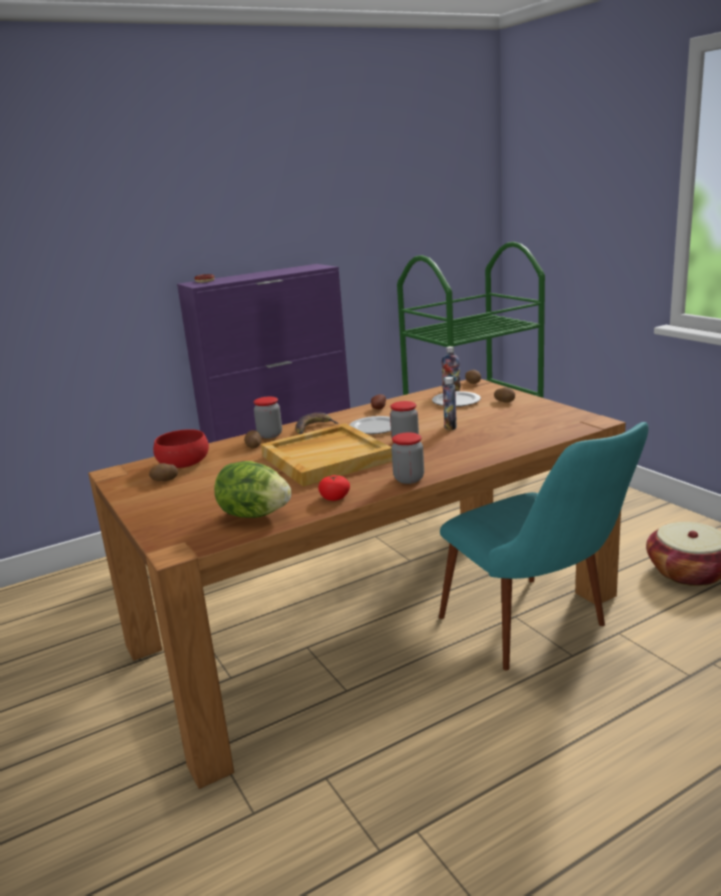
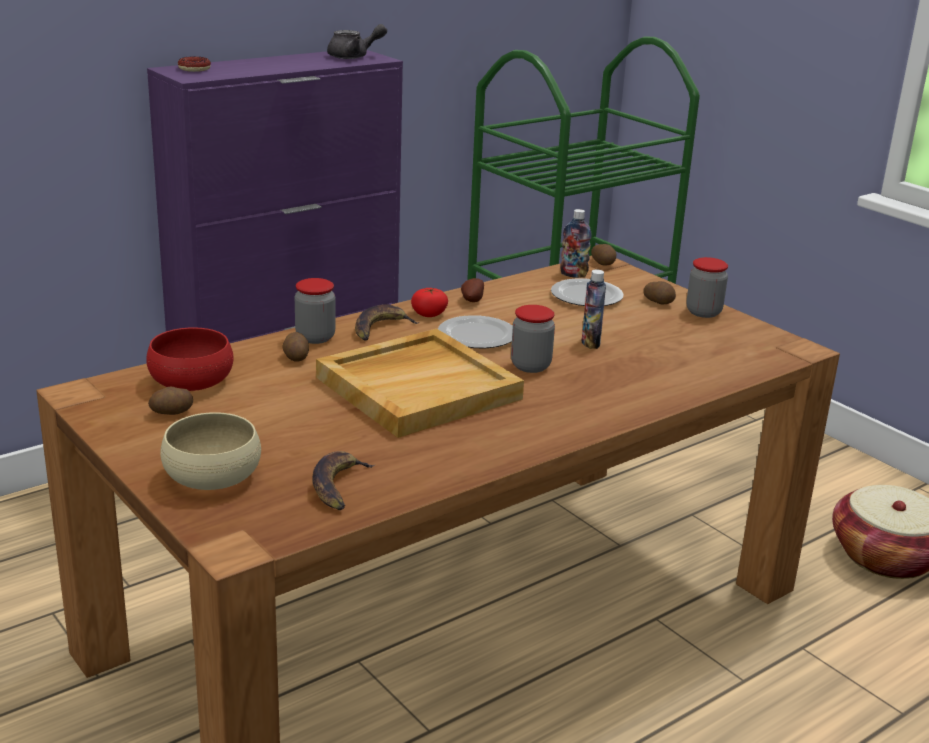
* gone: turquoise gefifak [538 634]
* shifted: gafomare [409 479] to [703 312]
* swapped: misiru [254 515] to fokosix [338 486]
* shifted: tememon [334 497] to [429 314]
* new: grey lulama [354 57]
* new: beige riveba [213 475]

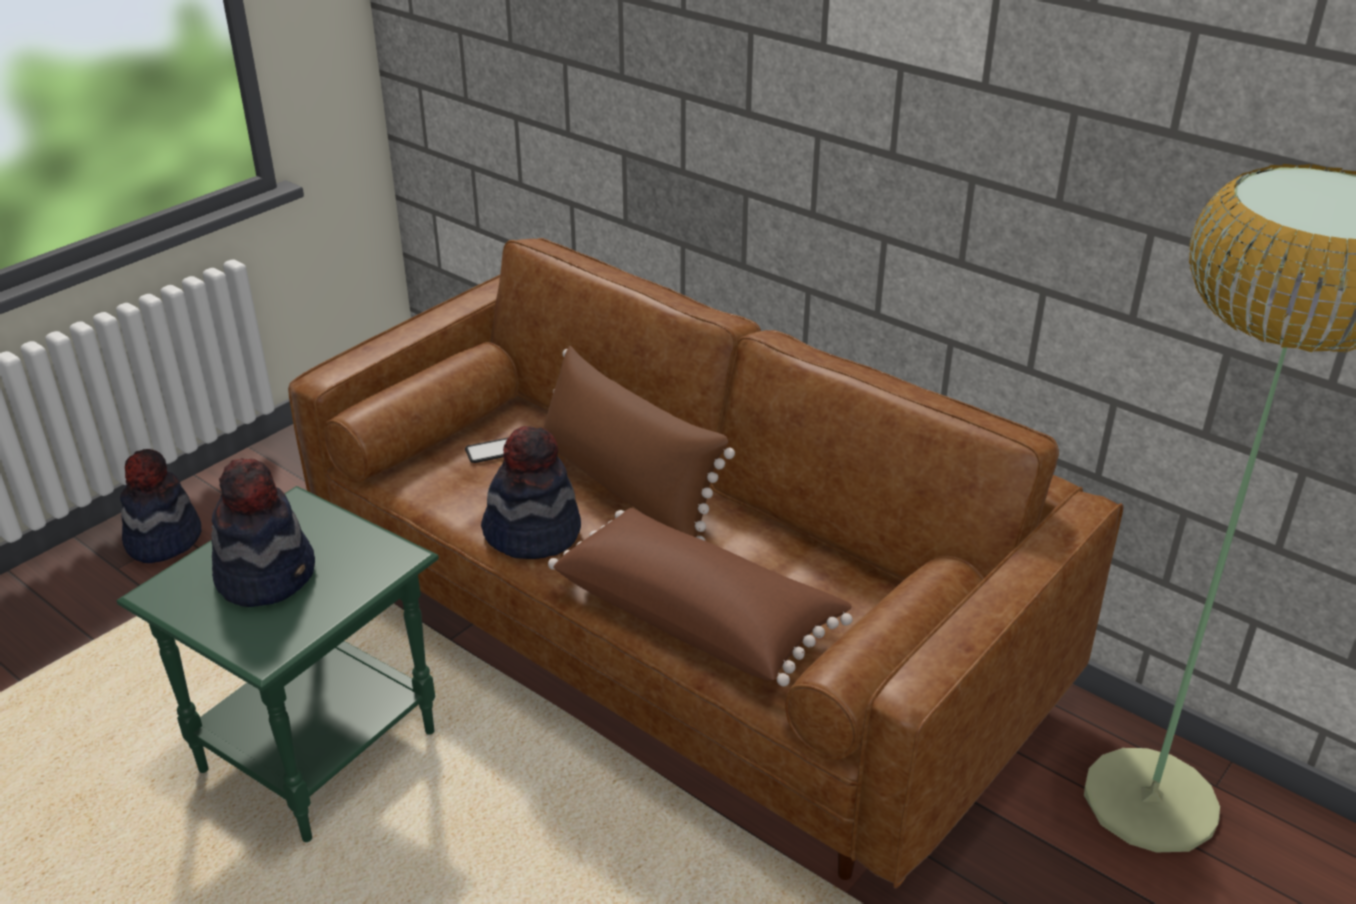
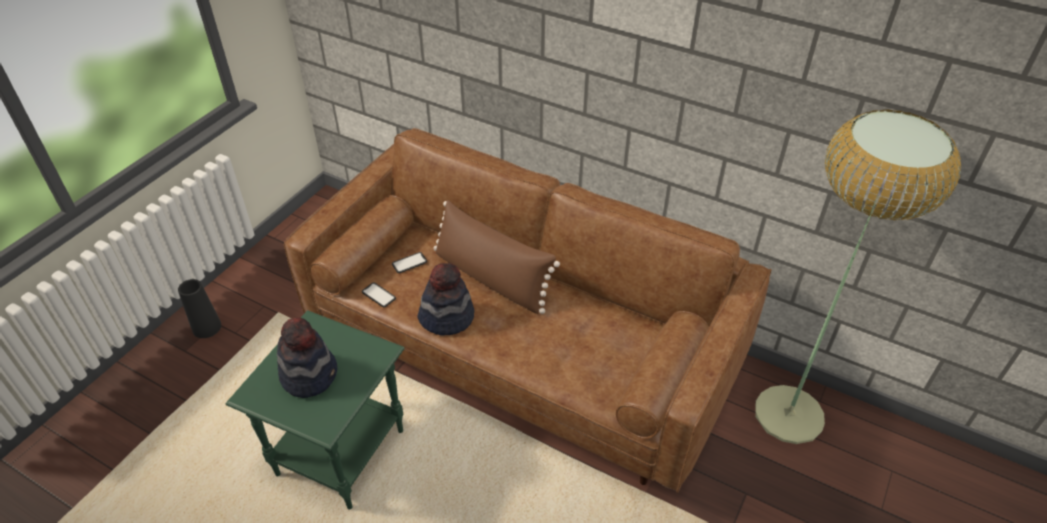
* swapped: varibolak [163 539] to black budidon [207 327]
* gone: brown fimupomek [698 616]
* new: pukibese [378 295]

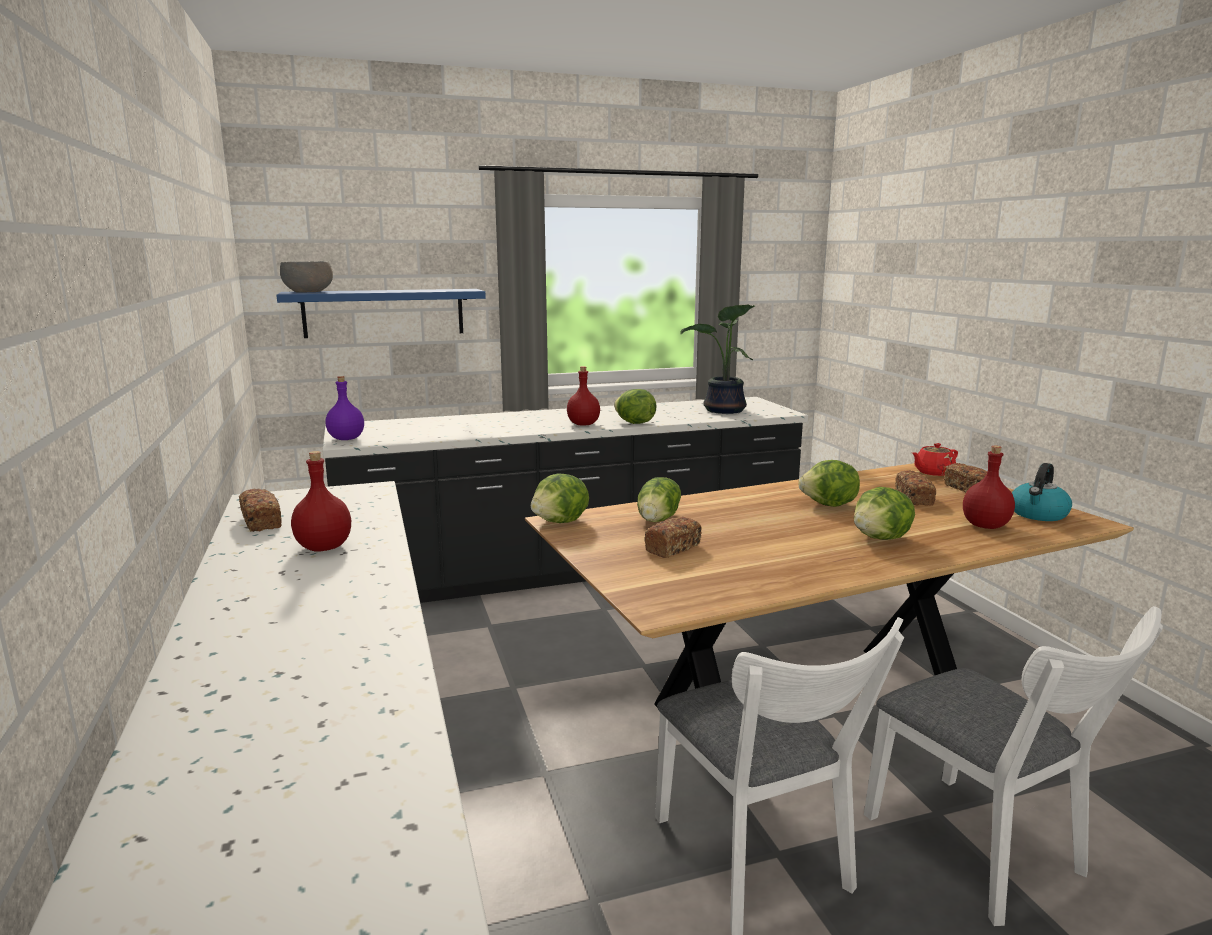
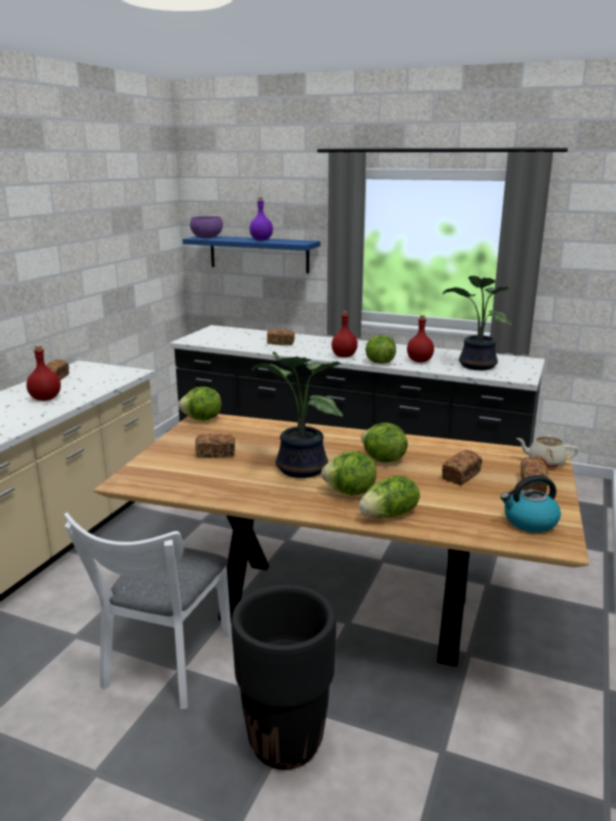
* repainted: grey riveba [308 292] to purple riveba [207 237]
* shifted: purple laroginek [347 439] to [261 240]
* repainted: red lulama [933 472] to beige lulama [545 462]
* shifted: red laroginek [986 525] to [420 361]
* shifted: misiru [658 519] to [390 515]
* swapped: white gefifak [984 854] to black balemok [285 742]
* new: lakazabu [281 343]
* new: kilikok [298 469]

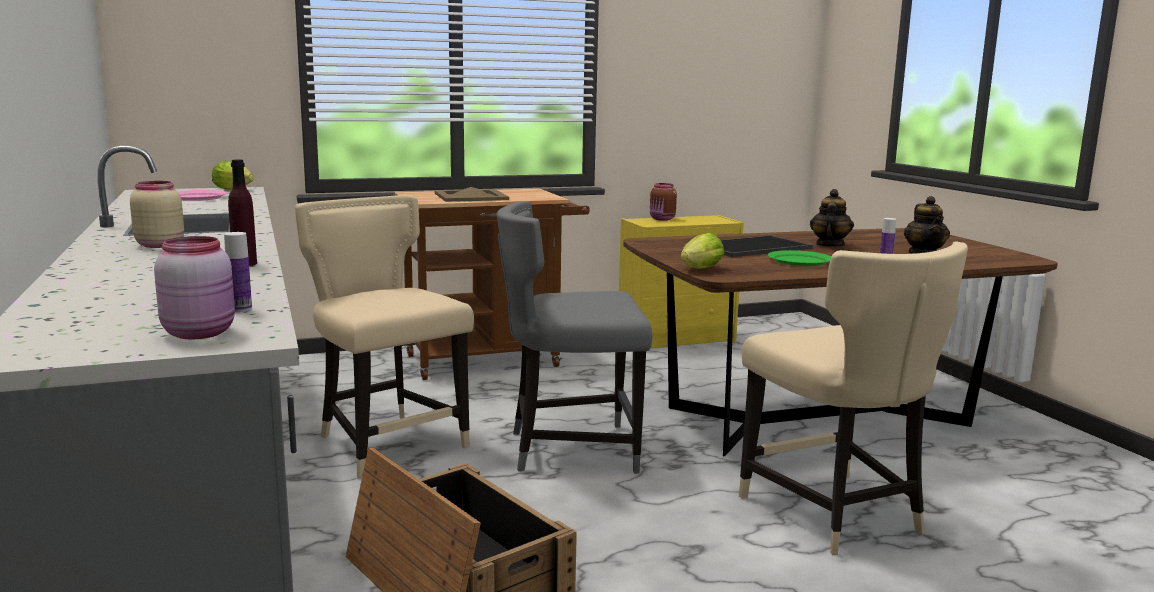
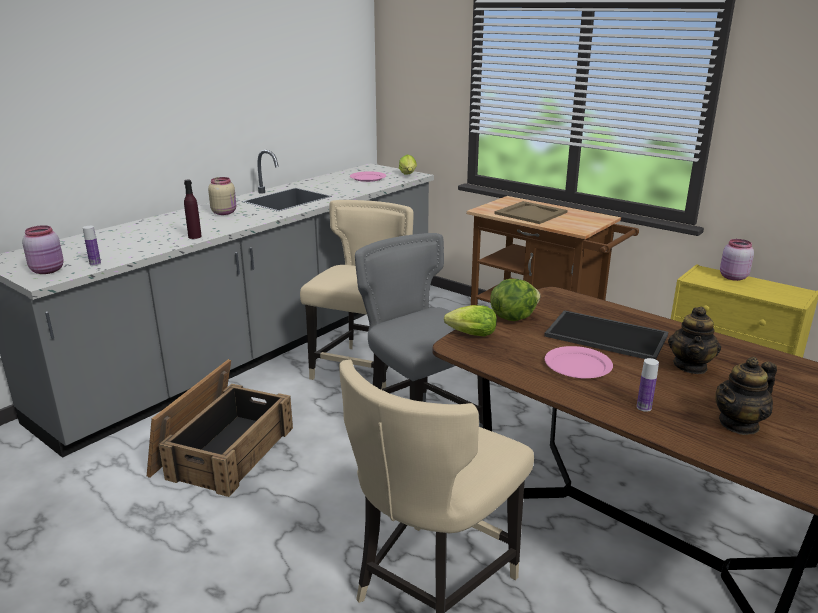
* repainted: brown gafomare [662 219] to pink gafomare [732 277]
* rotated: lulama [829 245] = [690 366] 120 degrees clockwise
* repainted: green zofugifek [800 261] to pink zofugifek [577 365]
* new: misiru [513 317]

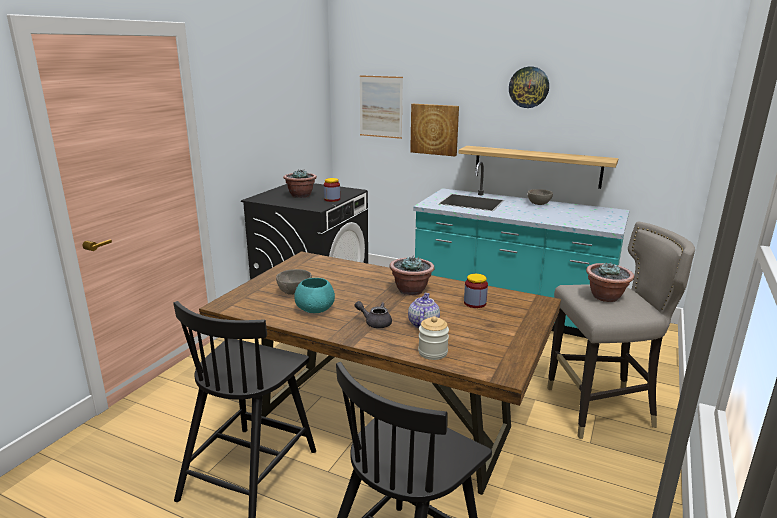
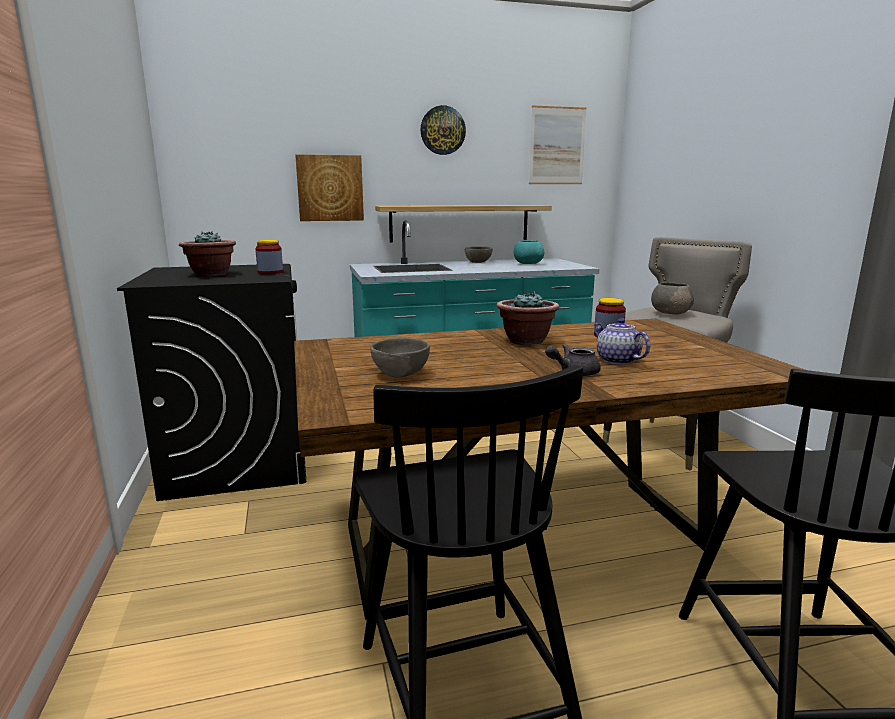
* shifted: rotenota [381 107] to [557 146]
* swapped: kilikok [606 297] to grey riveba [670 313]
* shifted: turquoise riveba [315 309] to [528 263]
* gone: gafomare [432 352]

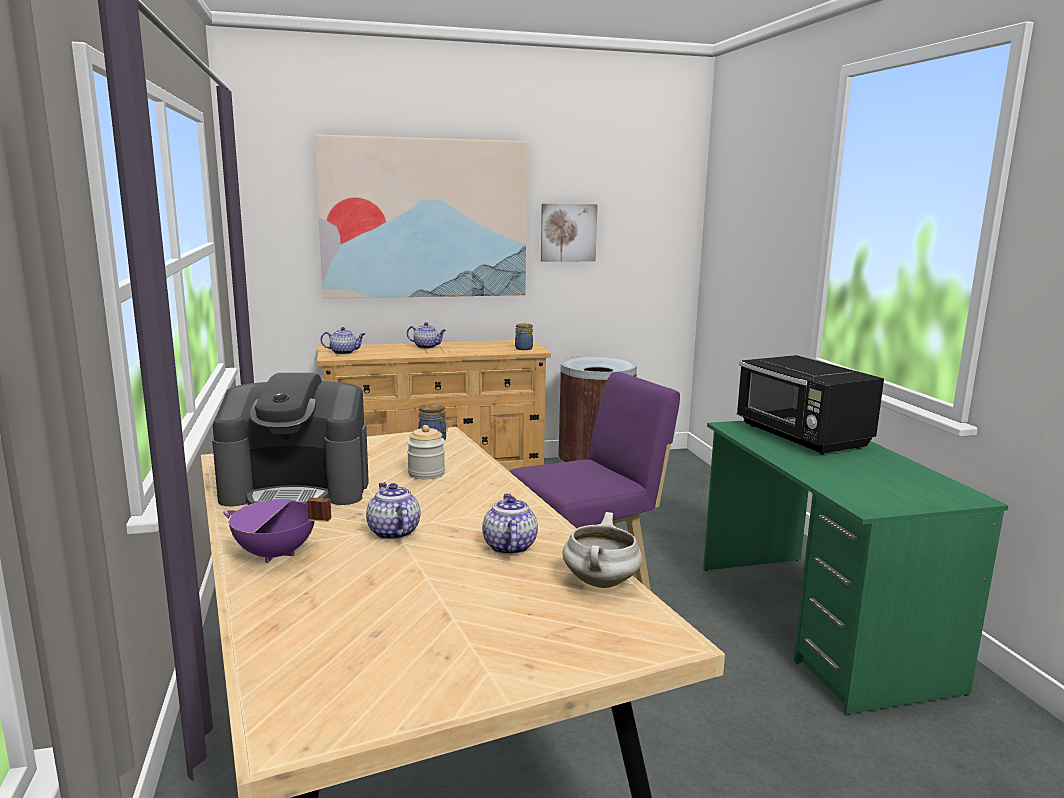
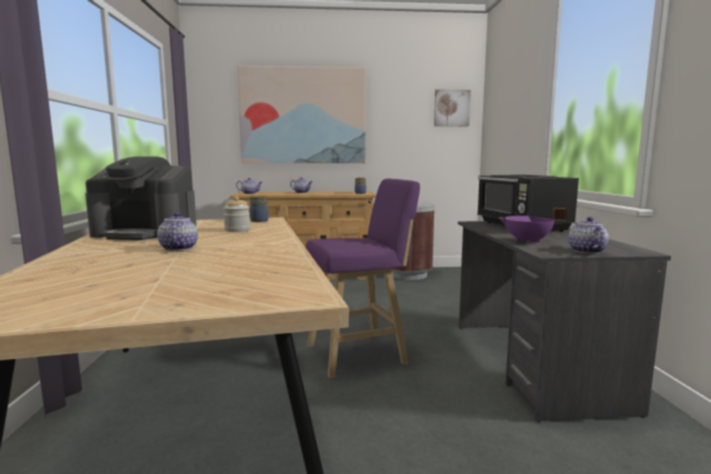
* shifted: rotenota [568 232] to [451 108]
* repainted: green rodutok [817 624] to grey rodutok [532 363]
* shifted: lulama [509 546] to [585 251]
* shifted: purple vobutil [275 555] to [528 242]
* gone: white vobutil [601 583]

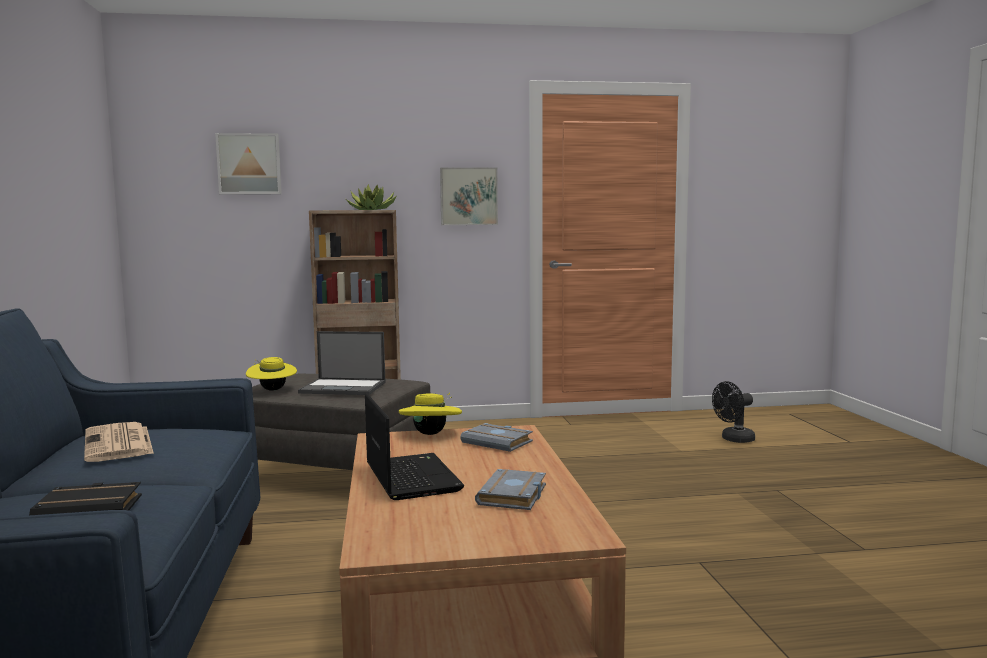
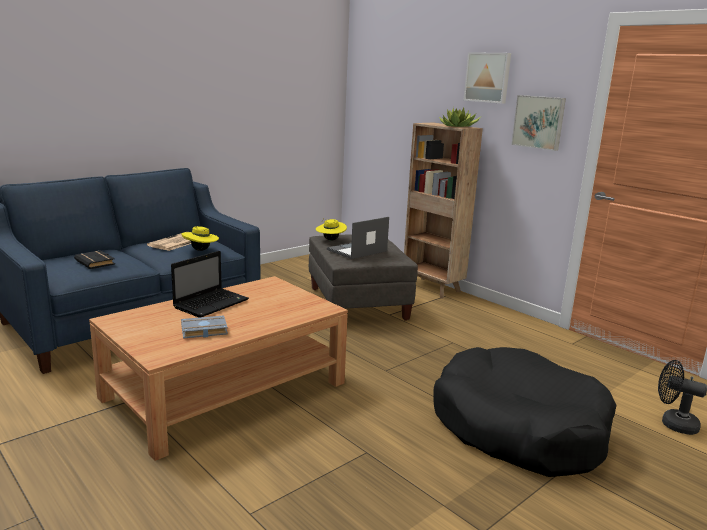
* shifted: rotenota [249 164] to [488 77]
* rotated: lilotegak [344 388] = [356 250] 75 degrees clockwise
* shifted: yellow varibolak [431 434] to [201 250]
* gone: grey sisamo [499 442]
* new: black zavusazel [517 427]

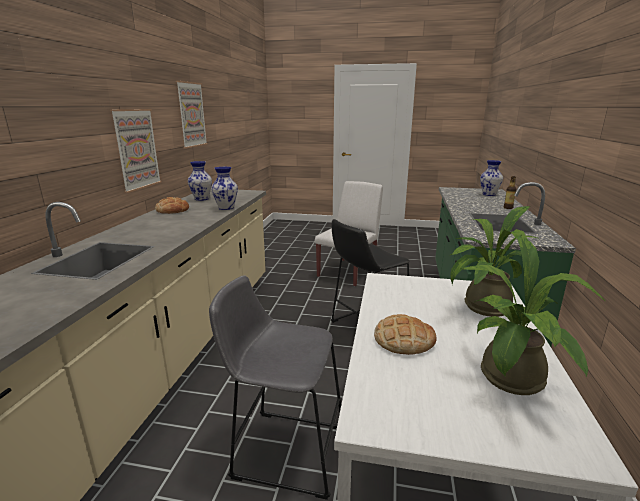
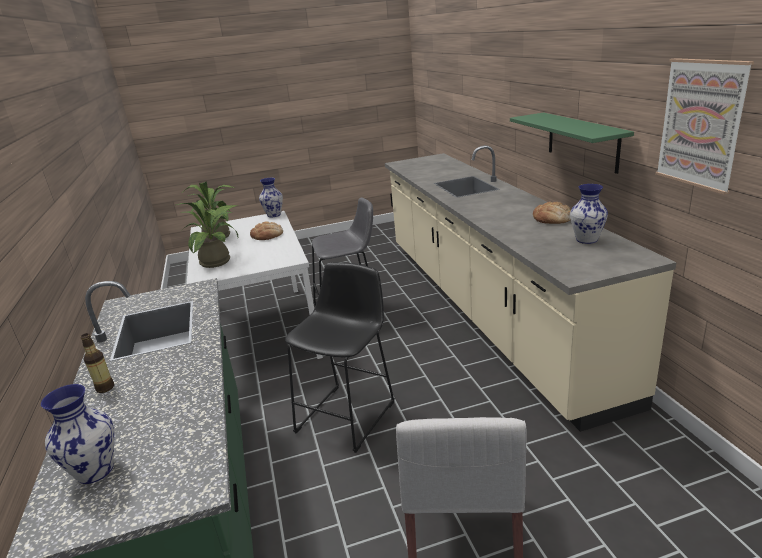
* swapped: rotenota [136 149] to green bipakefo [582 141]
* shifted: budidon [226 208] to [274 215]

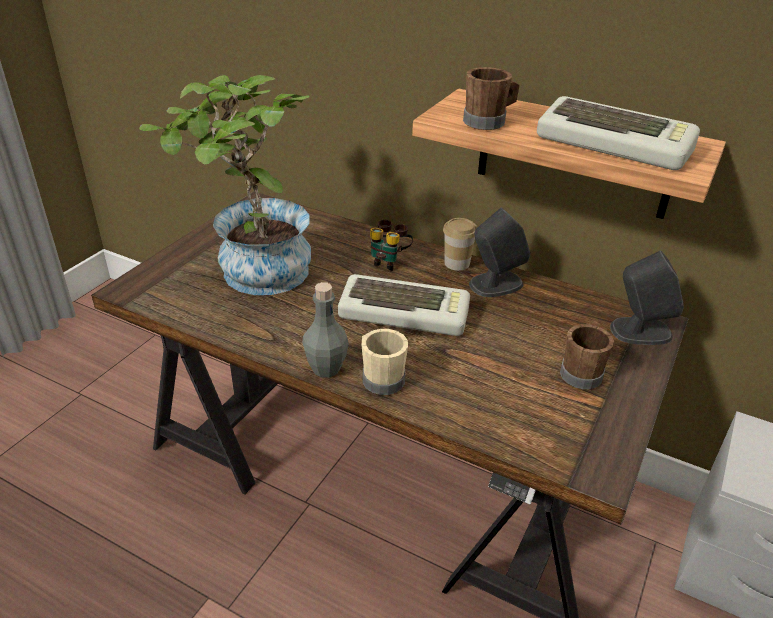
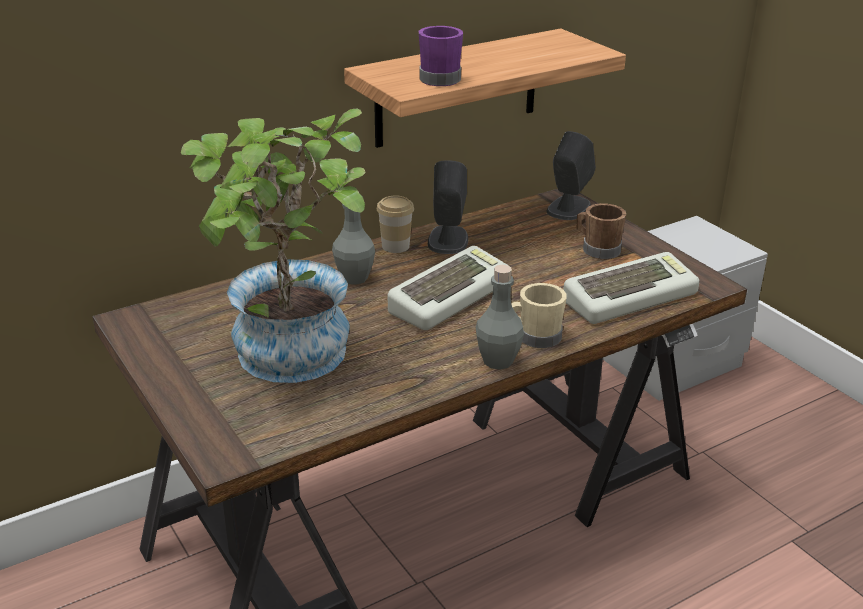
* repainted: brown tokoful [488 122] to purple tokoful [440 78]
* shifted: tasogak [615 144] to [629 296]
* swapped: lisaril [389 262] to grey laroginek [354 278]

